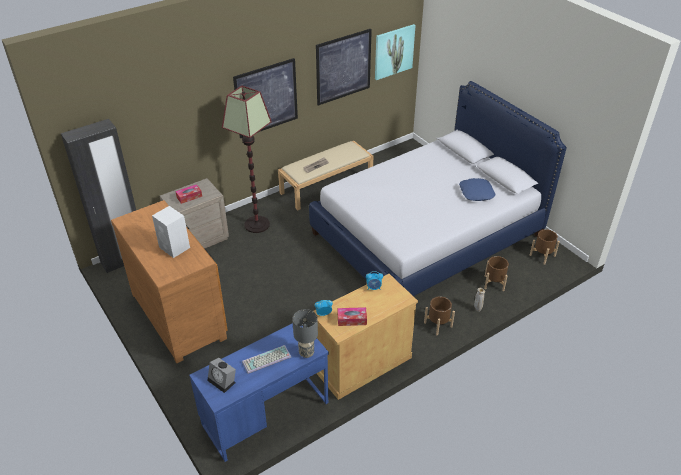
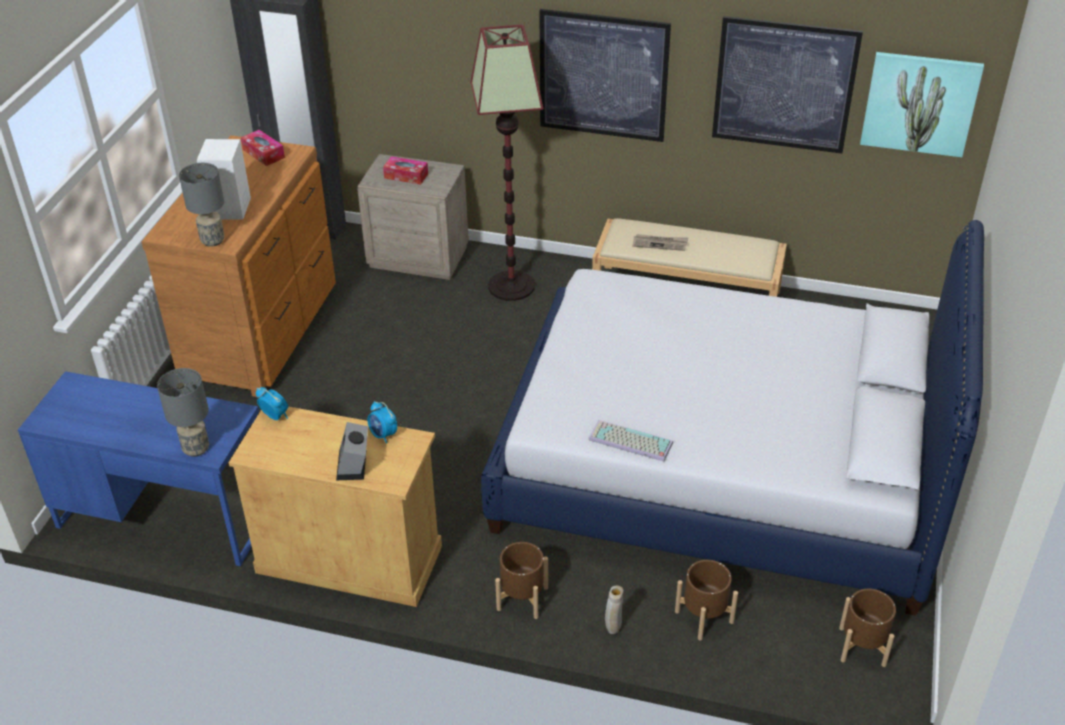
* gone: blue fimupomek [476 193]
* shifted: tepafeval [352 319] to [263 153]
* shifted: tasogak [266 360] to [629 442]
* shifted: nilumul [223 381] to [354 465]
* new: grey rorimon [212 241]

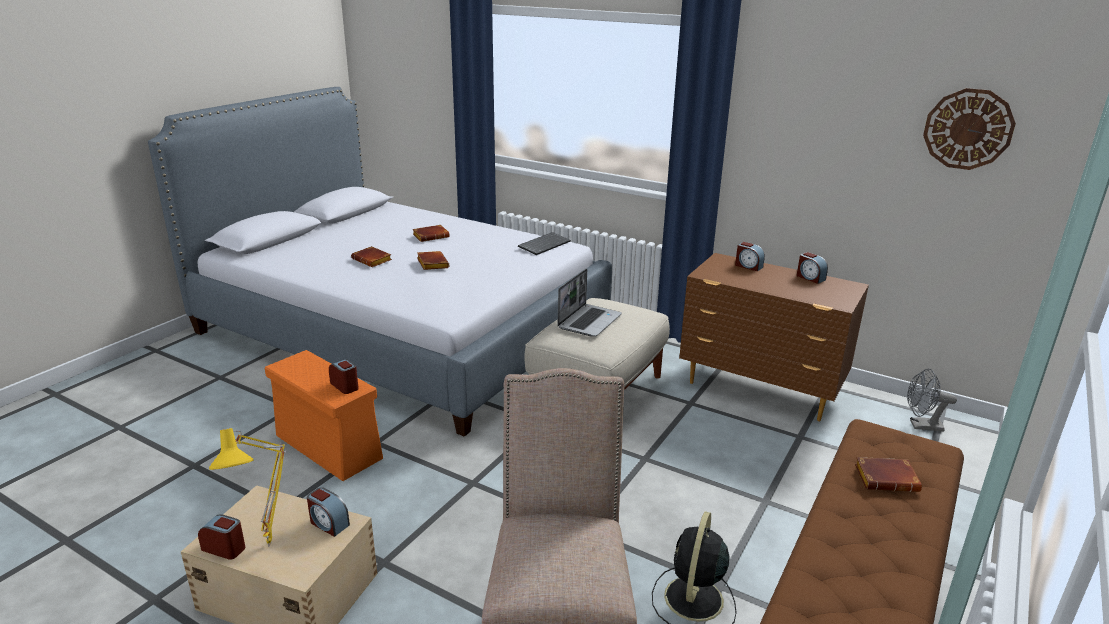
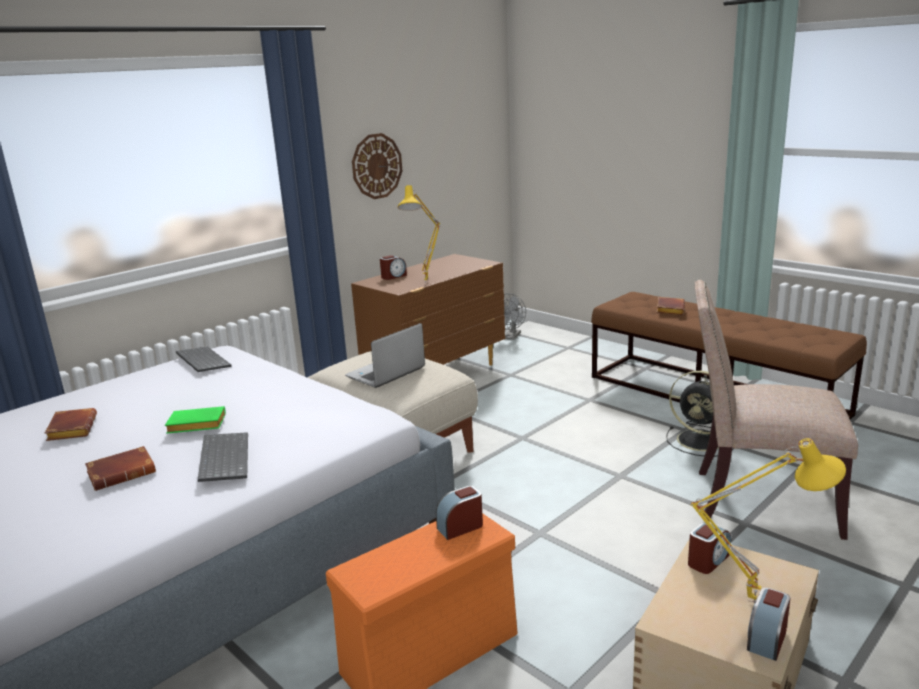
* shifted: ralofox [968 129] to [376 166]
* repainted: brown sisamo [431 264] to green sisamo [195 426]
* gone: nilumul [810 278]
* rotated: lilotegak [589 321] = [385 373] 90 degrees counterclockwise
* new: yellow rorimon [427 282]
* new: tasogak [223 458]

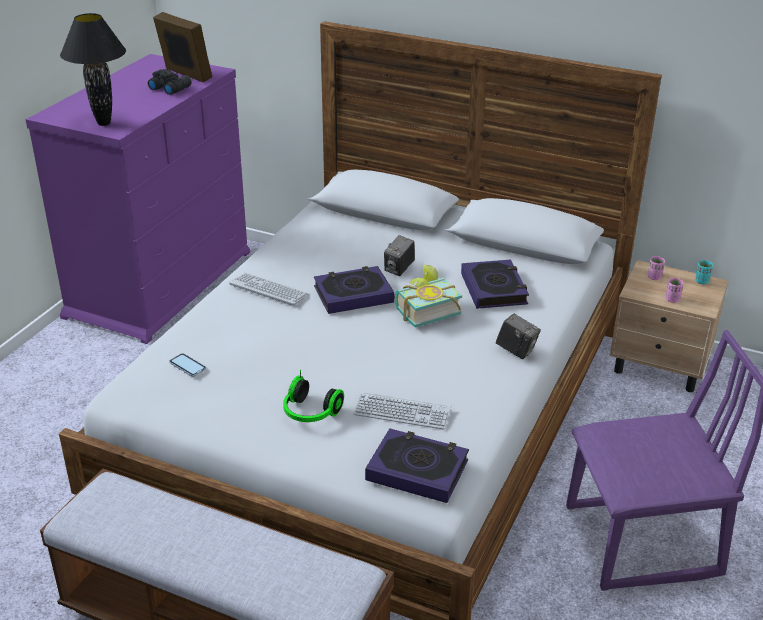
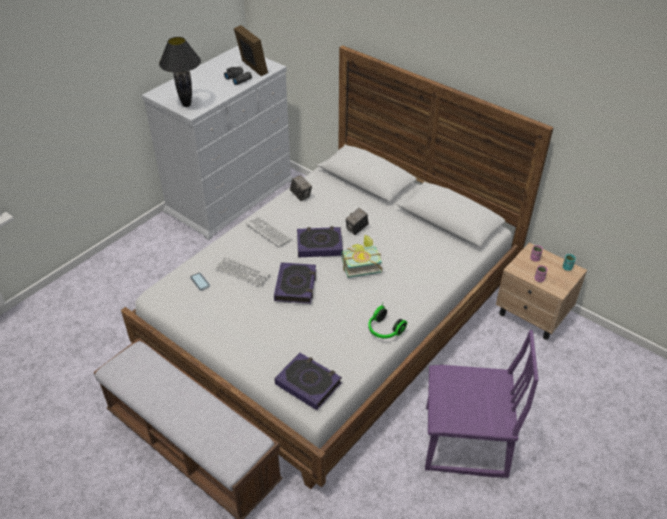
* repainted: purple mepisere [160 283] to white mepisere [230 195]
* shifted: sisamo [494 289] to [296 286]
* shifted: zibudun [516 350] to [301 195]
* shifted: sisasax [309 413] to [384 330]
* shifted: tasogak [402 412] to [242 272]

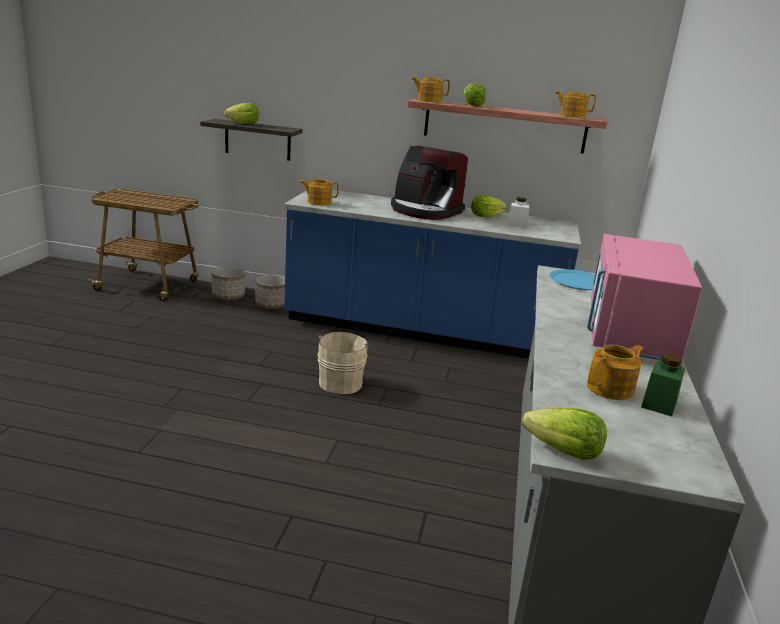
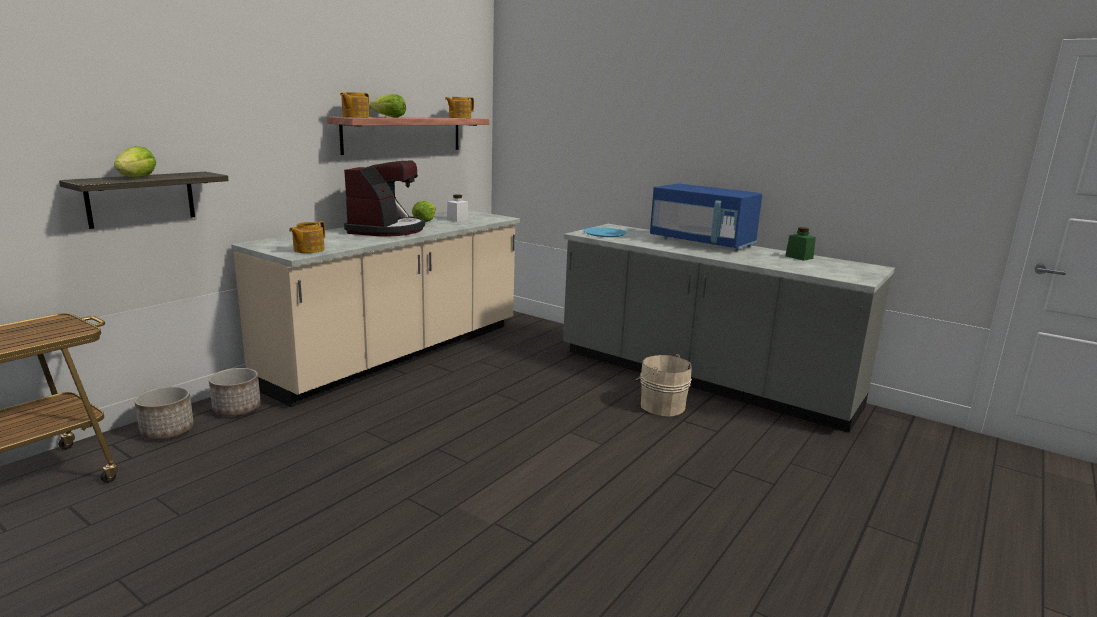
* rotated: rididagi [425 211] = [387 230] 45 degrees counterclockwise
* repainted: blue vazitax [420 331] to beige vazitax [399 354]
* repainted: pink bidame [629 334] to blue bidame [702 243]
* shifted: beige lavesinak [341 382] to [660 405]
* gone: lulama [611 389]
* gone: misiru [564 452]

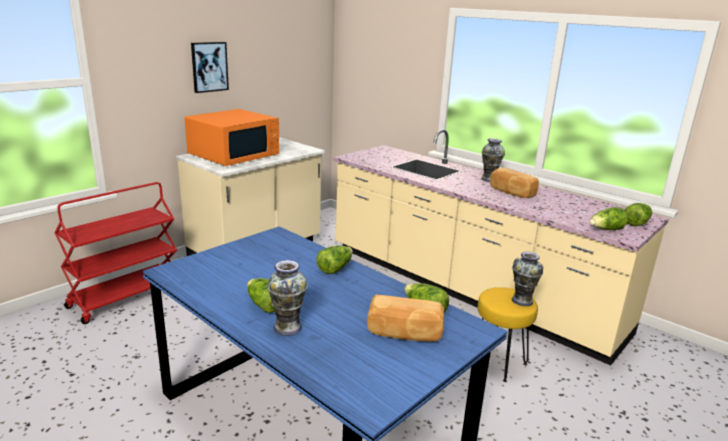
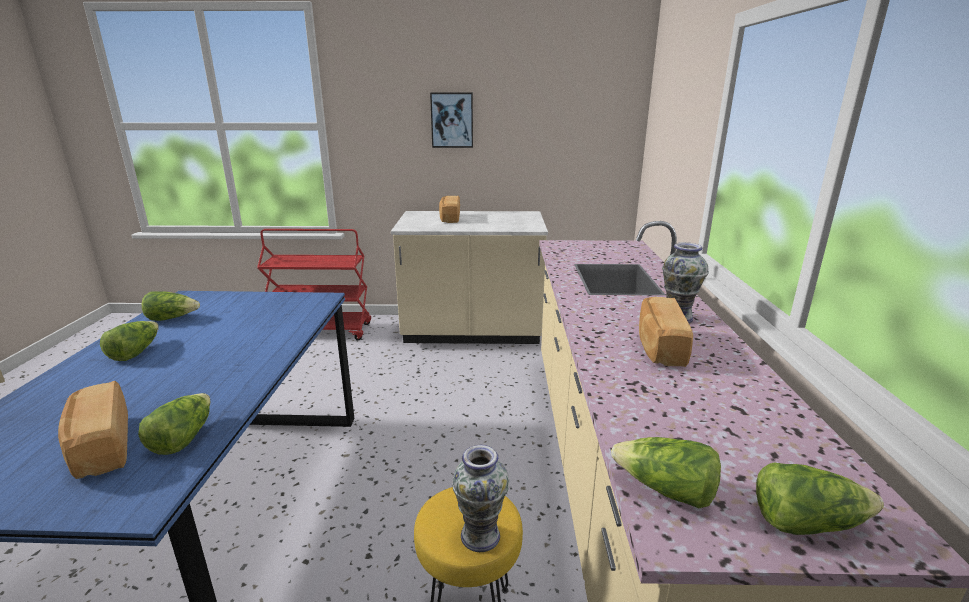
* swapped: orange bidame [234 154] to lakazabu [449 218]
* shifted: misiru [335 268] to [172 318]
* gone: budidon [287 327]

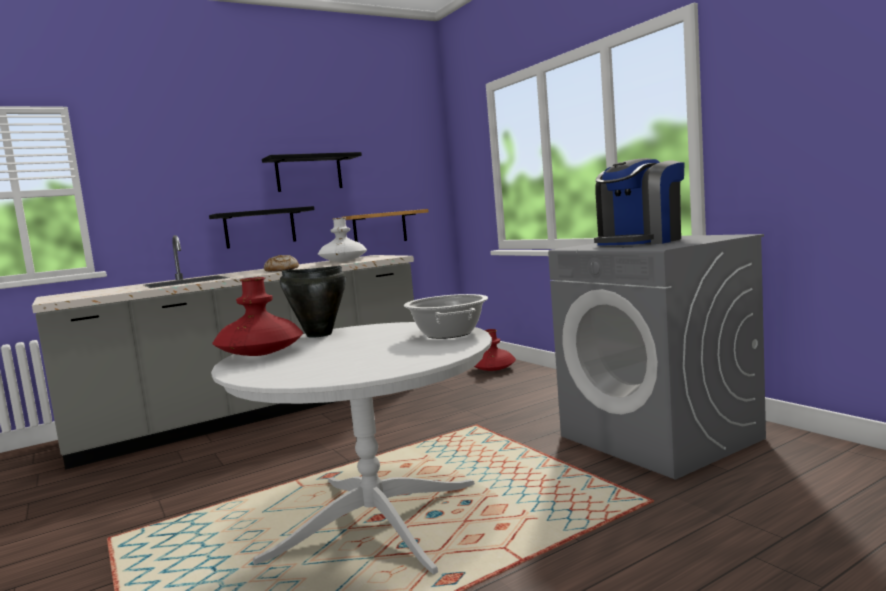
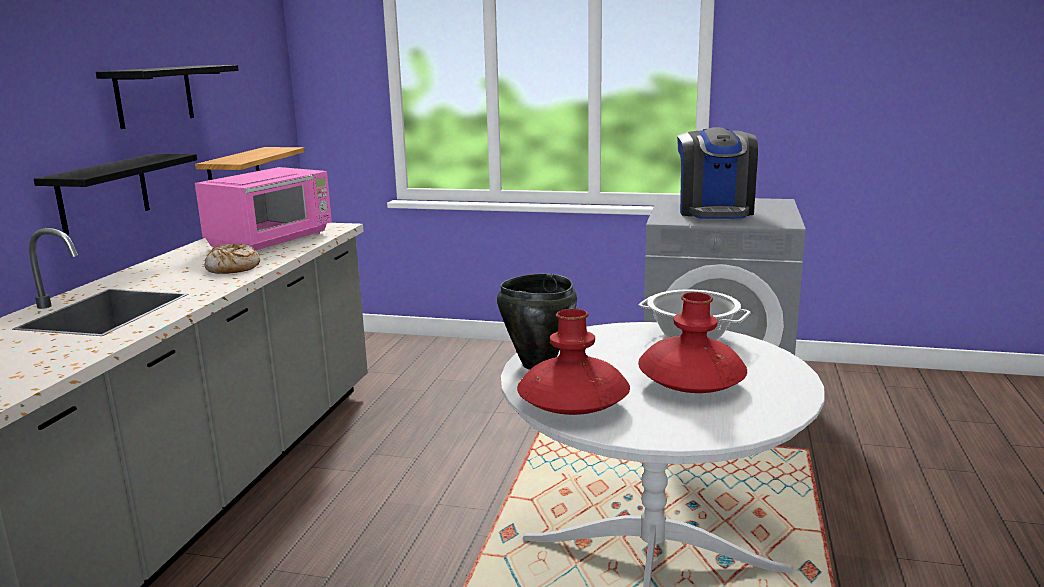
* swapped: white budidon [343 261] to pink bidame [272 240]
* shifted: red budidon [493 369] to [691 385]

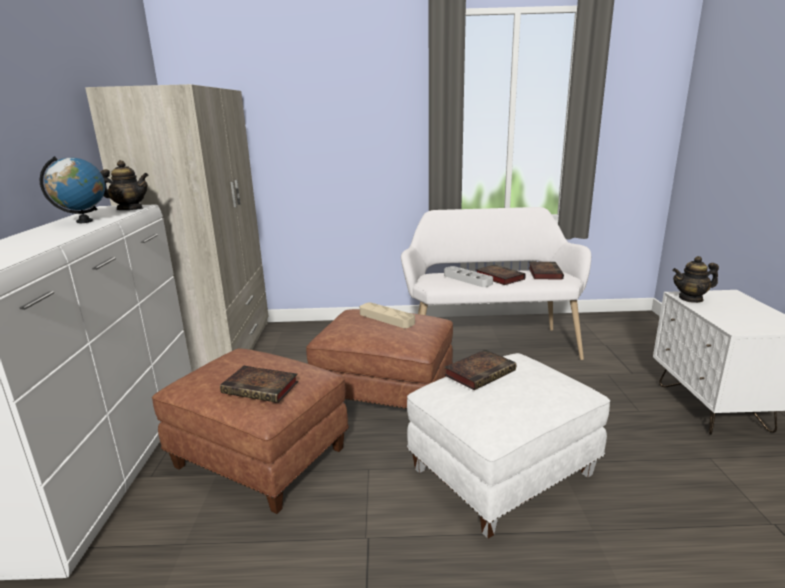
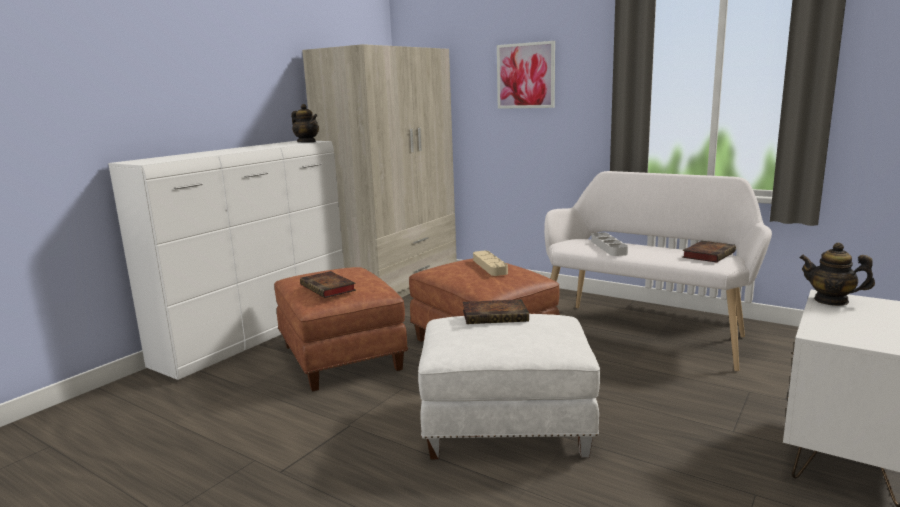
* gone: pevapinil [84 221]
* gone: sisamo [498 277]
* new: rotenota [526 76]

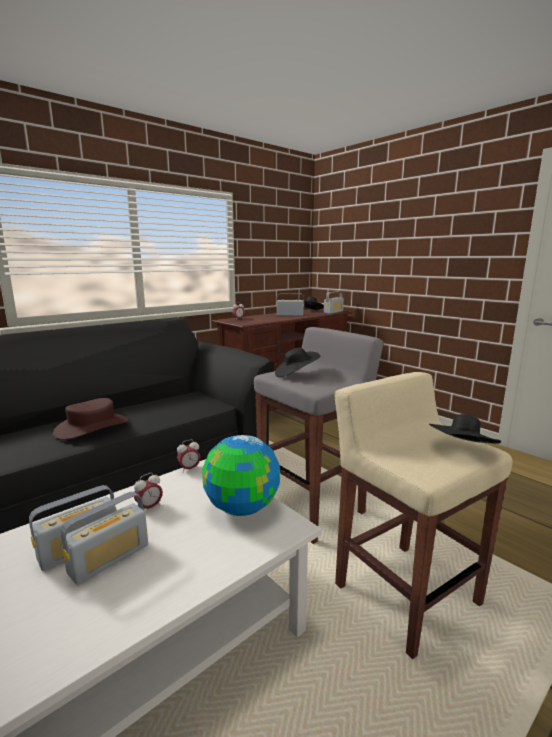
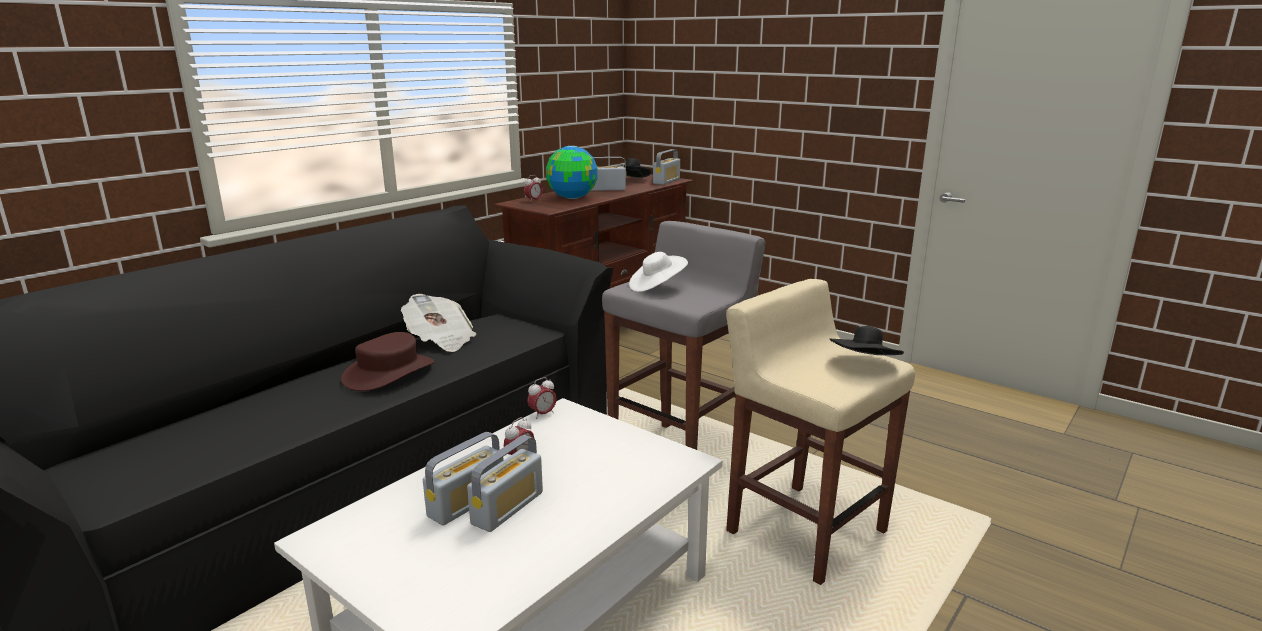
* repainted: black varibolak [296 375] to white varibolak [657 287]
* shifted: pevapinil [242 508] to [572 198]
* new: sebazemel [440 340]

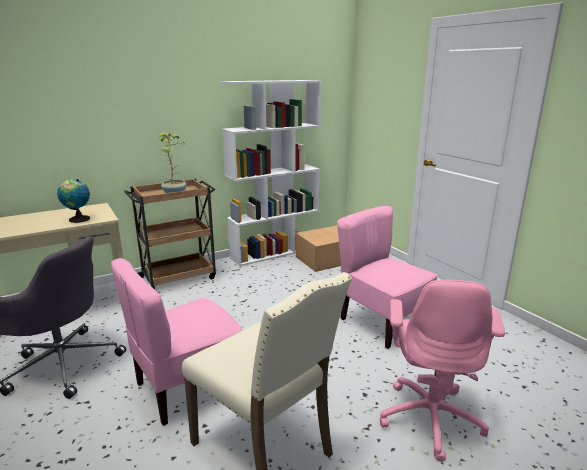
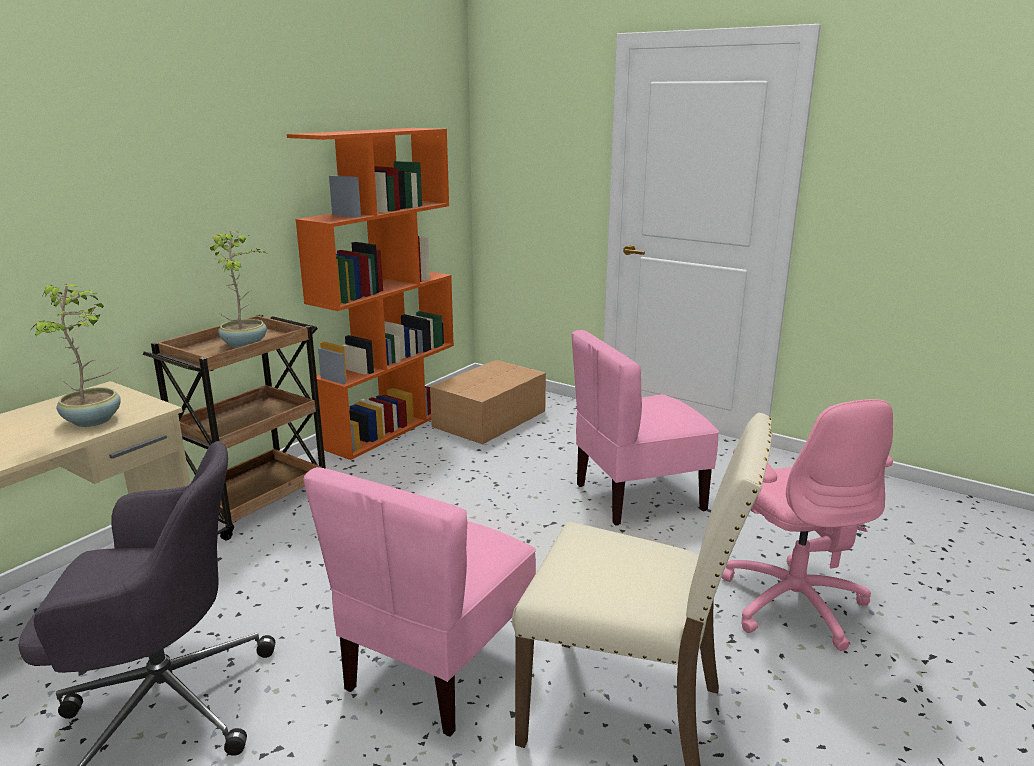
* repainted: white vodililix [274 252] to orange vodililix [391 426]
* swapped: pevapinil [78 219] to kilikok [94 420]
* rotated: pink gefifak [382 322] = [637 496] 45 degrees counterclockwise

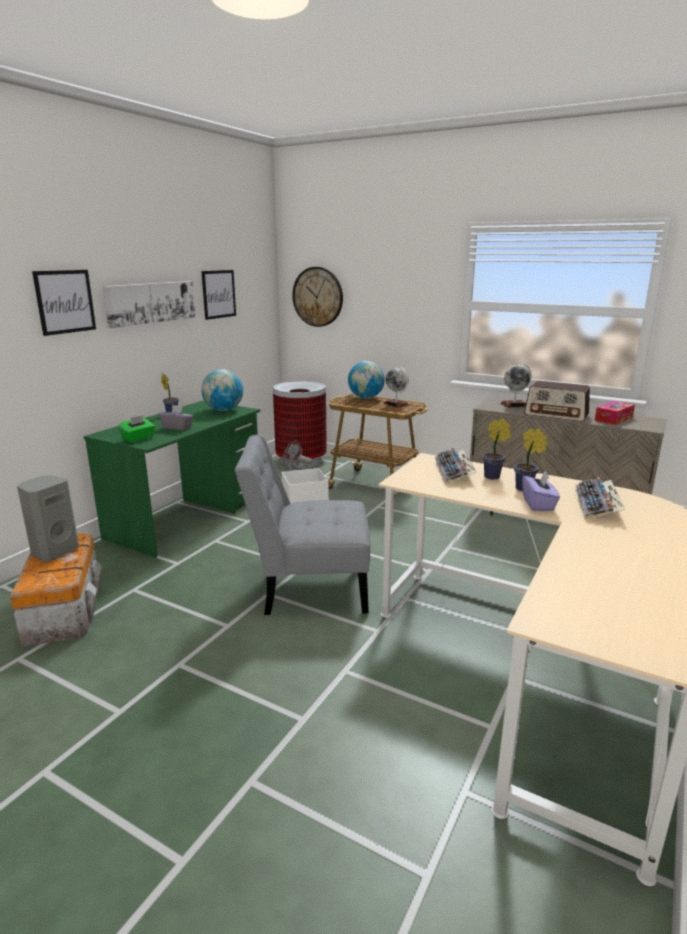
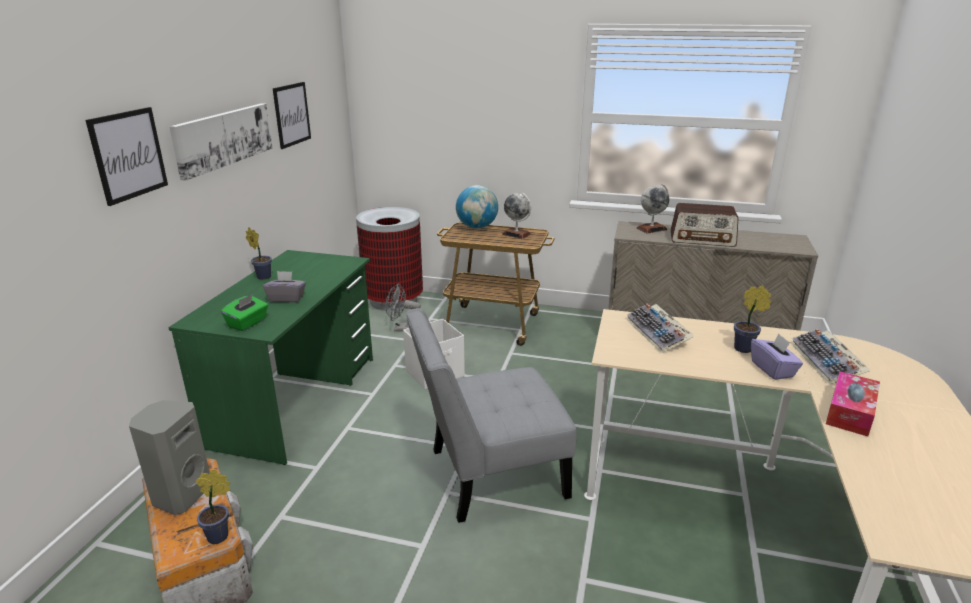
* gone: ralofox [318 297]
* gone: pevapinil [224 410]
* shifted: tepafeval [613 419] to [850 412]
* shifted: kilikok [494 477] to [221 536]

